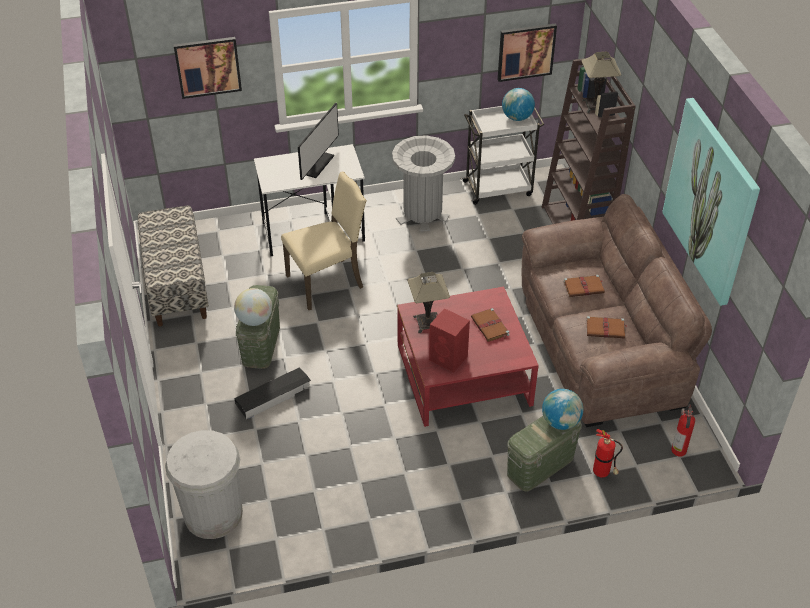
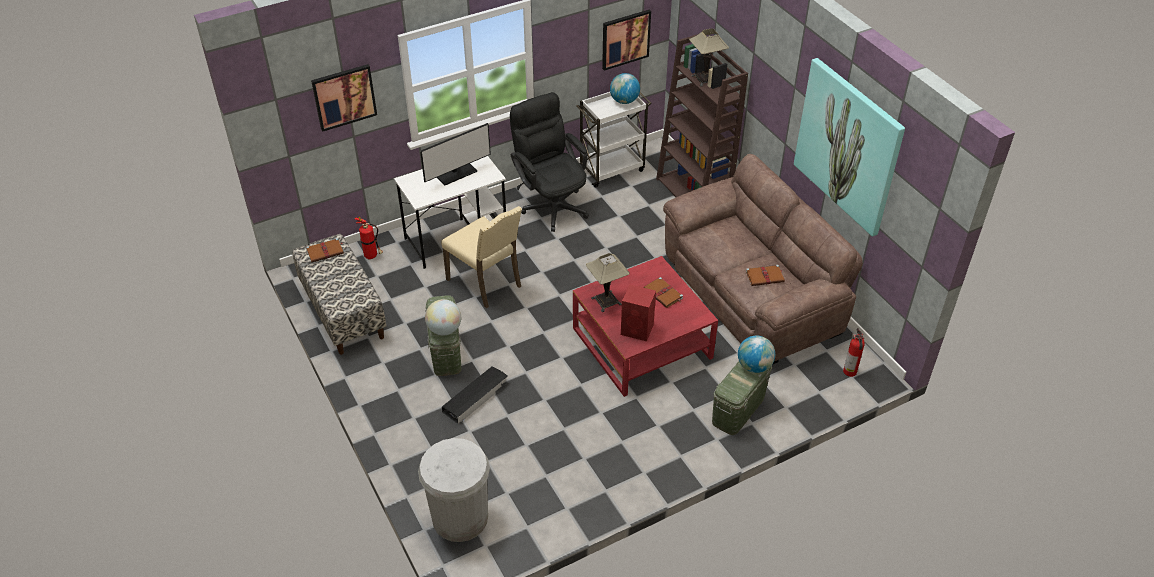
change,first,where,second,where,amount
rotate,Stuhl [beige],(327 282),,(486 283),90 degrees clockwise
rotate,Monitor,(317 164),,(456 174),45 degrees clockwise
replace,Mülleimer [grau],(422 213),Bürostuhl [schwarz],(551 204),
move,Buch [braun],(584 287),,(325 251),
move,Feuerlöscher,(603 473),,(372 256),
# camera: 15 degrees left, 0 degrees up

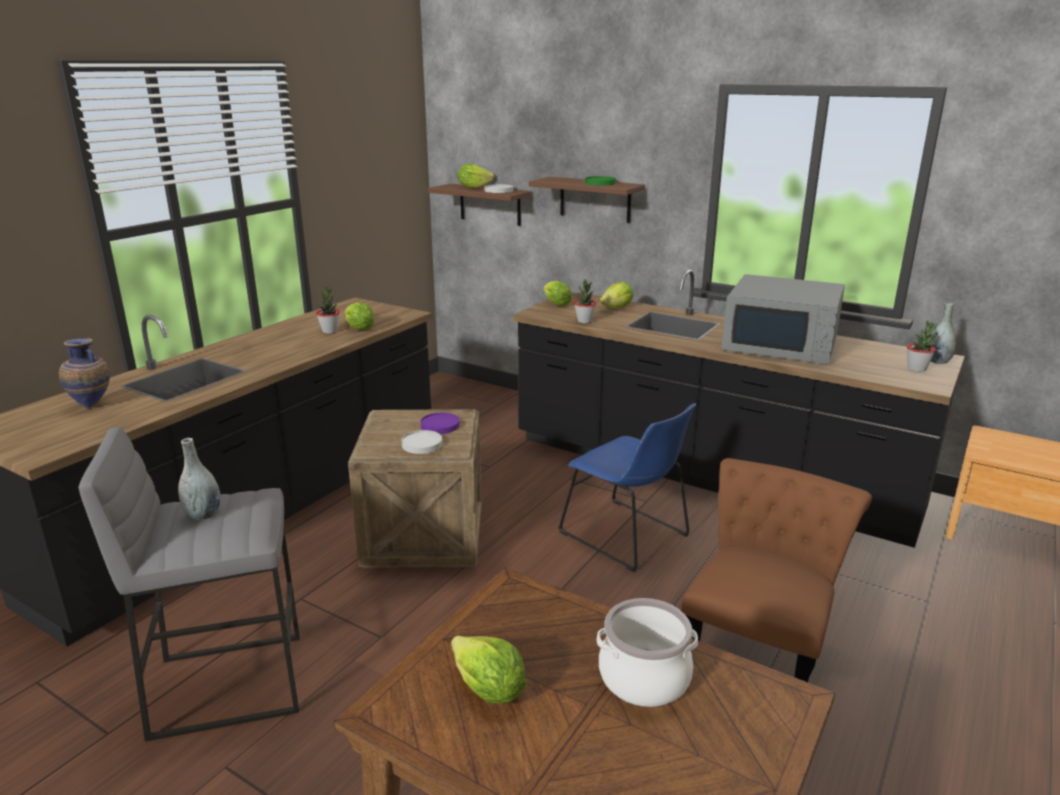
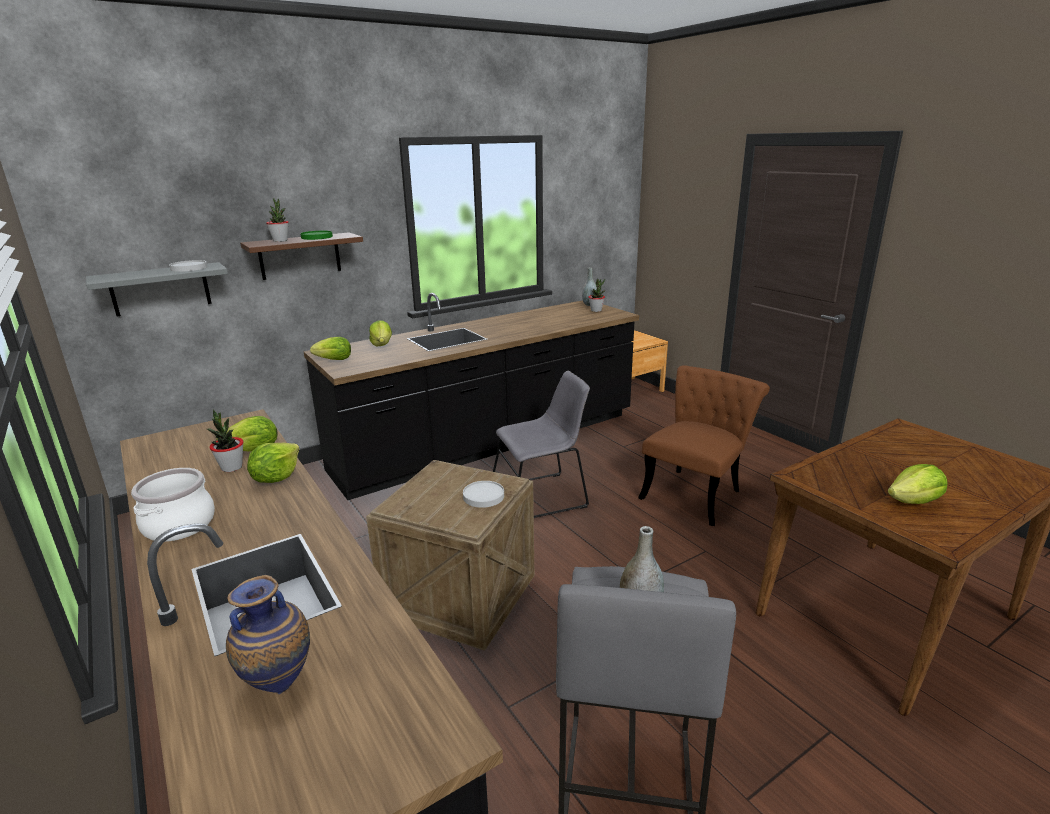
change,first,where,second,where,amount
delete,Teller [lila],(440 425),,,
recolor,Wandregal [braun],(490 204),Wandregal [grau],(160 289),
move,Salatkopf,(474 187),,(276 478),
recolor,Stuhl [blau],(628 536),Stuhl [grau],(542 496),
move,Topfpflanze,(584 321),,(280 240),
move,Kochtopf,(644 677),,(179 525),
rotate,Stuhl [braun],(758 657),,(696 492),75 degrees clockwise
delete,Mikrowelle [grau],(781 344),,,
# camera: 65 degrees left, 0 degrees up

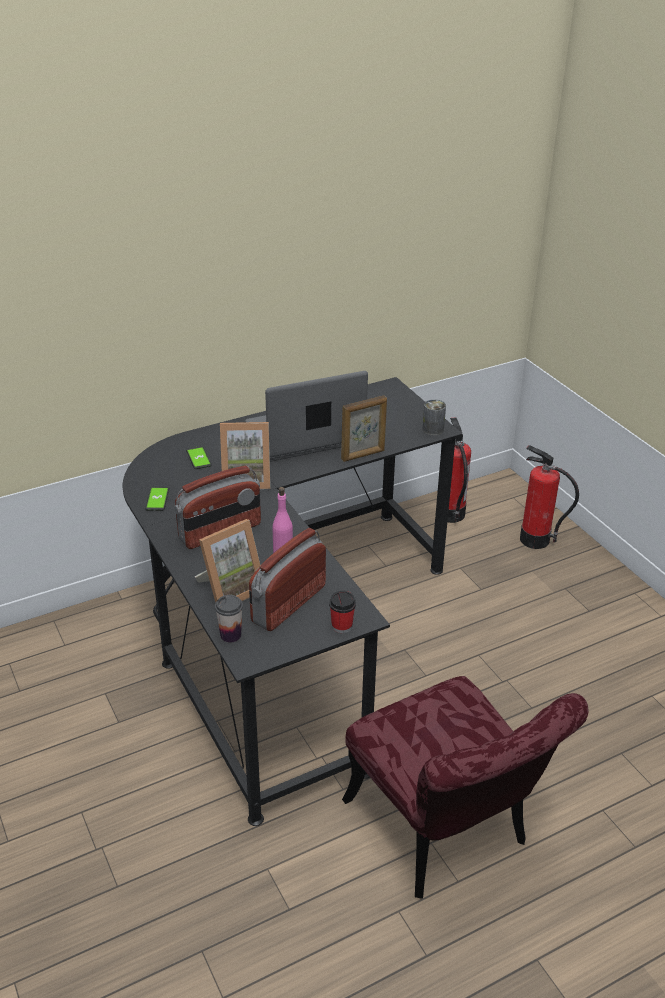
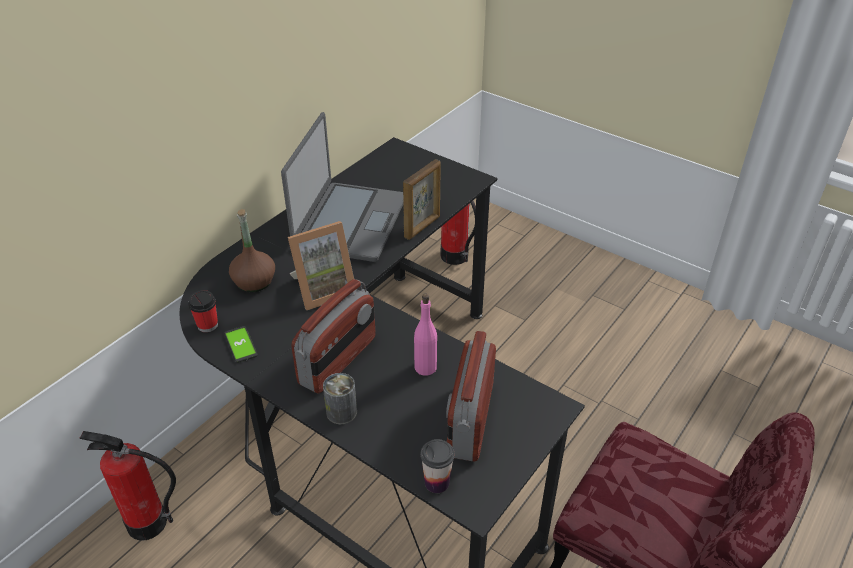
change,first,where,second,where,amount
replace,Handy,(198 458),Flasche [braun],(254 281),
delete,Bilderrahmen,(230 590),,,
rotate,Laptop,(305 435),,(349 222),150 degrees clockwise
move,Tasse,(342 626),,(207 325),
move,Dose,(433 429),,(341 412),
move,Feuerlöscher,(534 540),,(147 523),
# camera: 25 degrees left, 5 degrees up

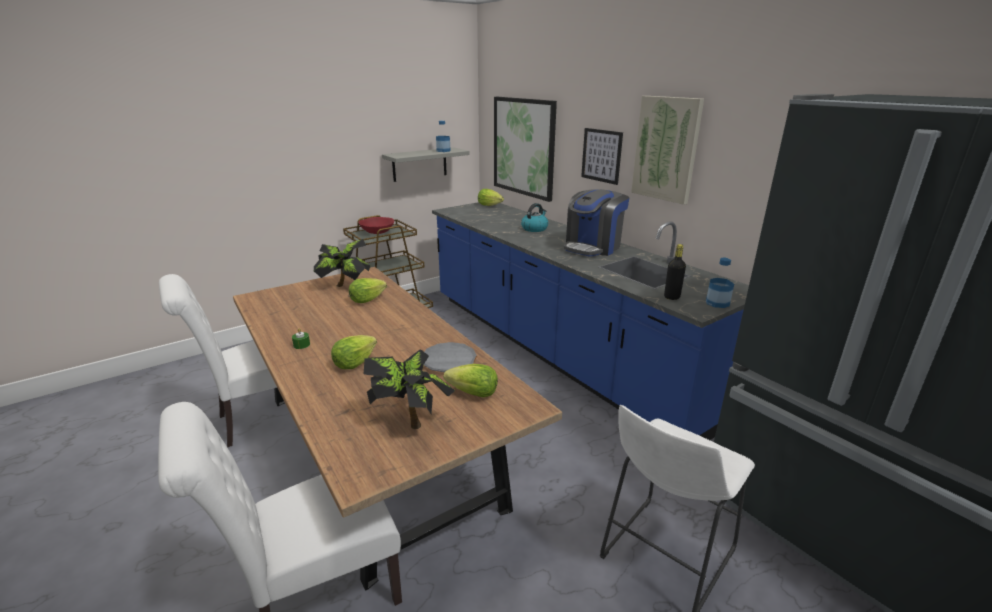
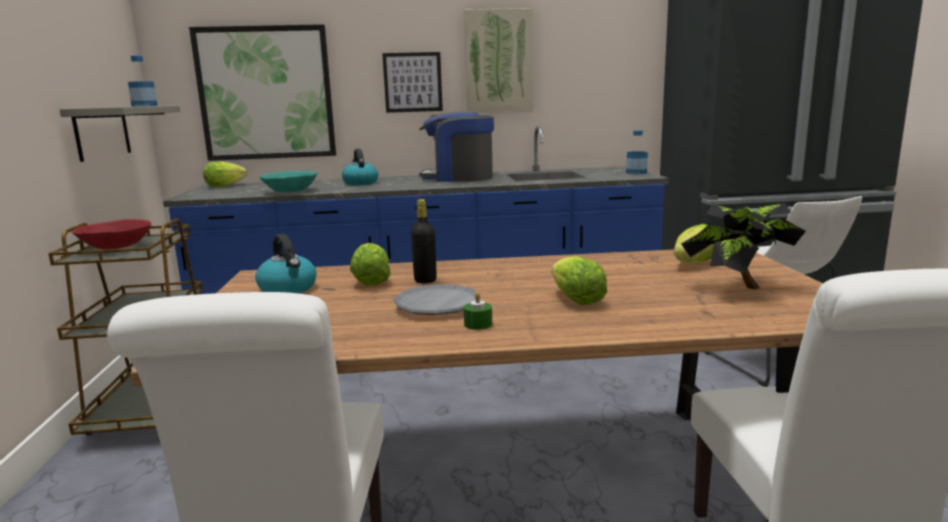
change,first,where,second,where,amount
replace,Topfpflanze,(345 286),Wasserkessel,(288 289),
move,Teller [grau],(448 361),,(437 306),
rotate,Kaffeemaschine,(593 247),,(459 178),120 degrees clockwise
move,Flasche [schwarz],(671 297),,(425 280),
insert,,,Schüssel [türkis],(290 192),
# camera: 60 degrees left, 10 degrees down

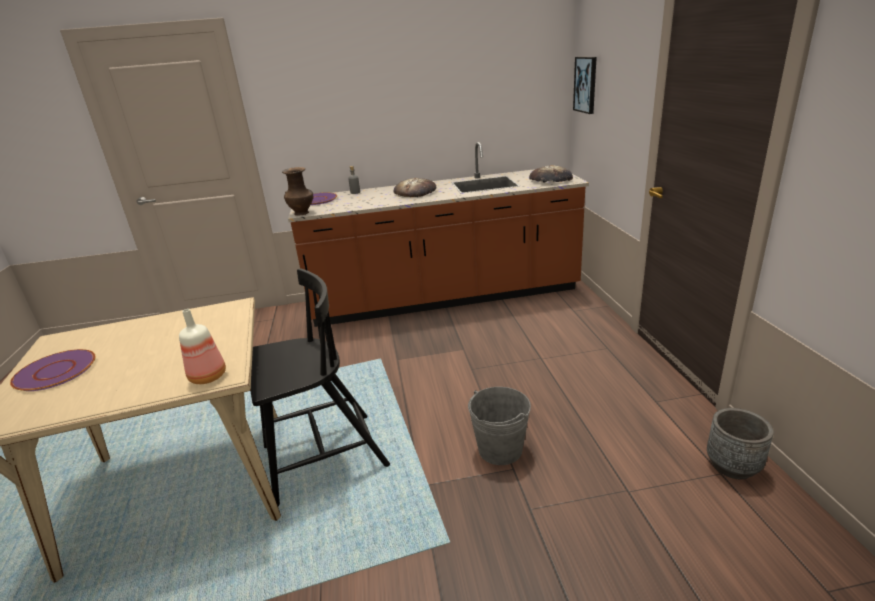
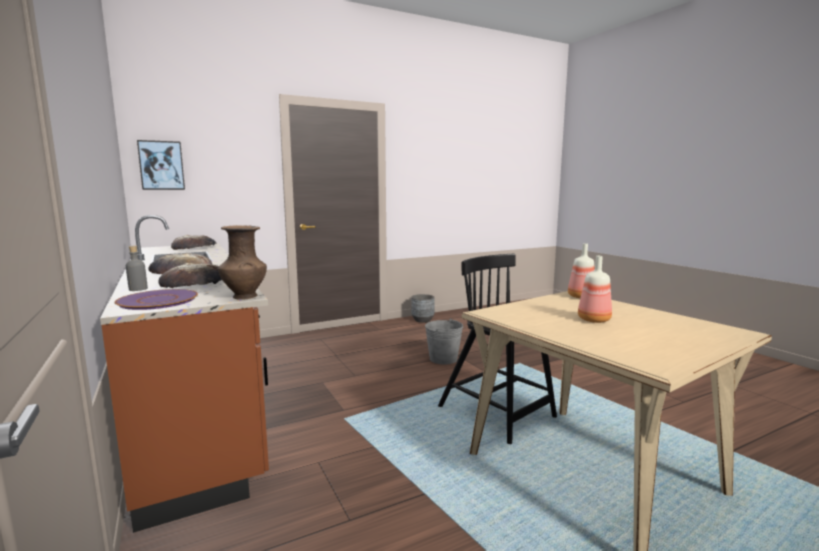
change,first,where,second,where,amount
delete,Teller [lila],(55 371),,,
insert,,,Brot,(197 283),
insert,,,Flasche,(594 320),
# camera: 110 degrees left, 15 degrees down

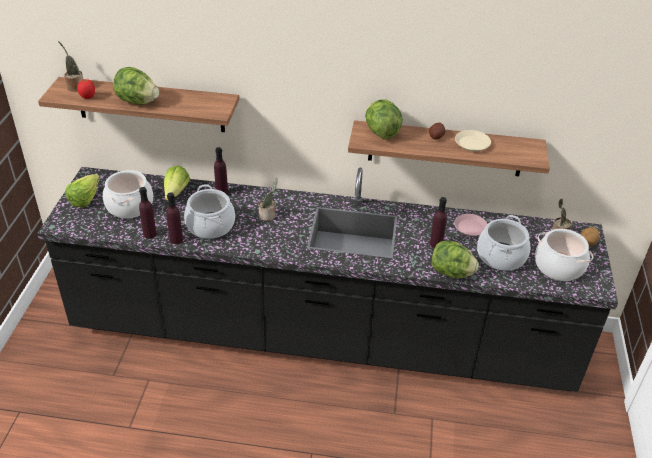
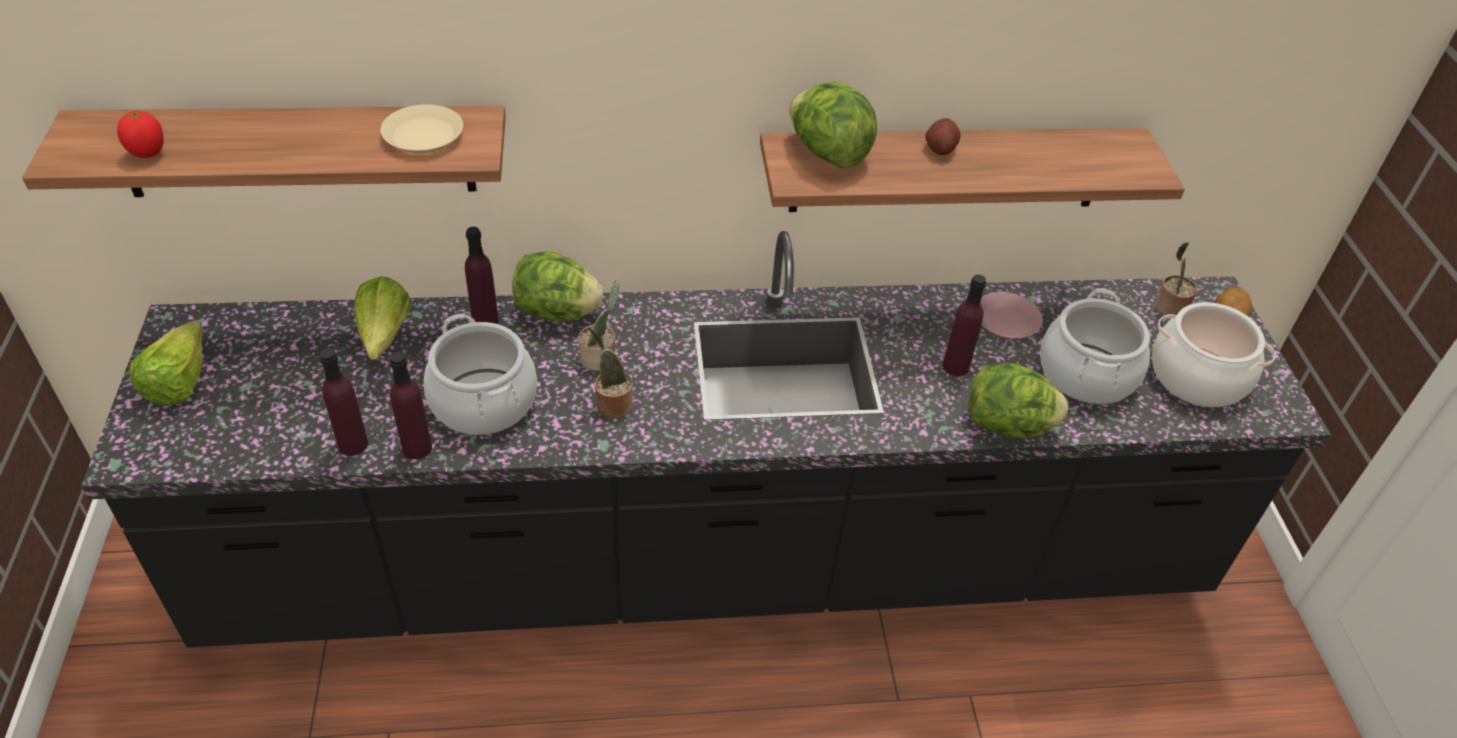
change,first,where,second,where,amount
move,Topfpflanze,(75 86),,(611 404),
delete,Kochtopf,(129 206),,,
move,Salatkopf,(137 102),,(557 312),
move,Teller [beige],(472 144),,(423 136),
# camera: 15 degrees left, 5 degrees up

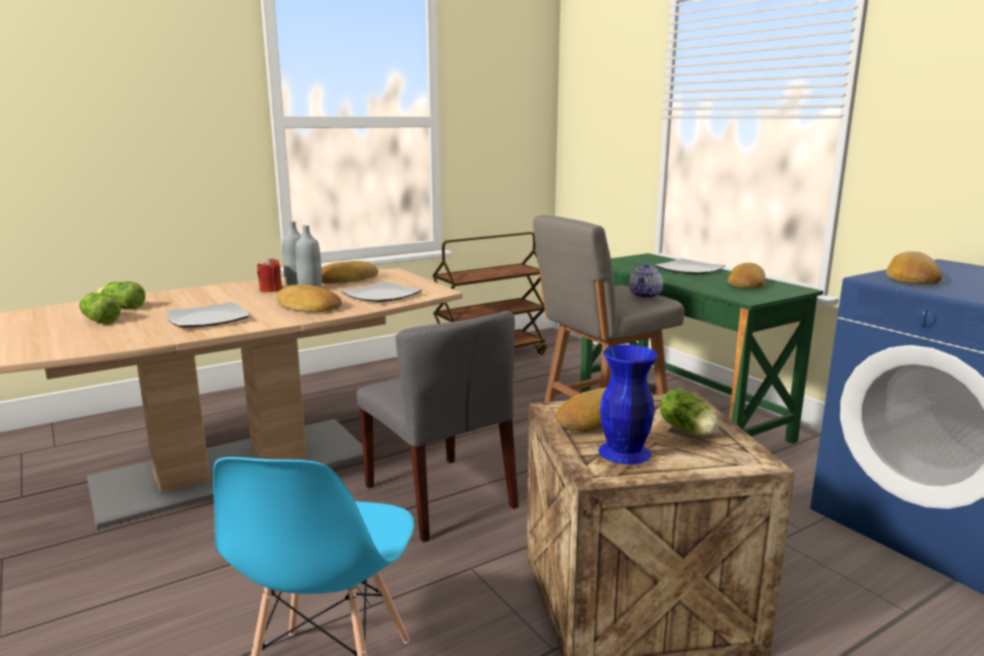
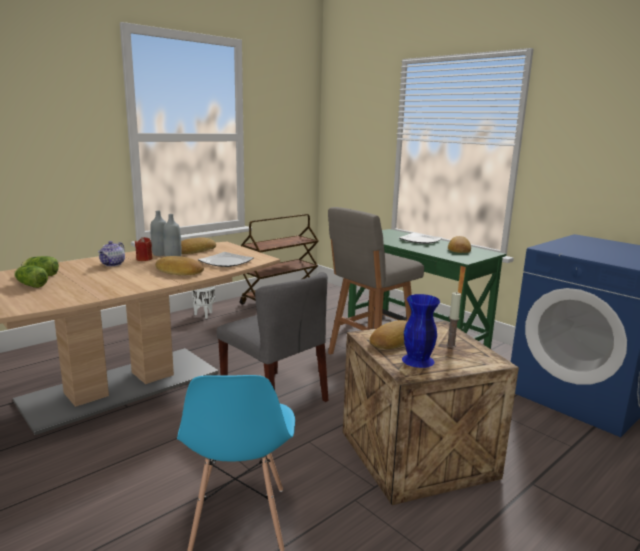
change,first,where,second,where,amount
delete,Teller,(209 319),,,
move,Teekanne,(645 295),,(113 264),
replace,Salatkopf,(689 431),Kerze,(451 345),
delete,Brot,(911 278),,,
insert,,,Pflanzkübel [weiß],(204 315),
# camera: 10 degrees left, 0 degrees up

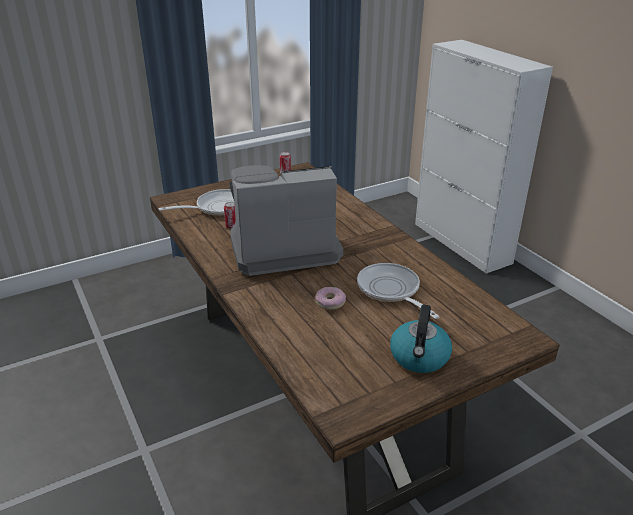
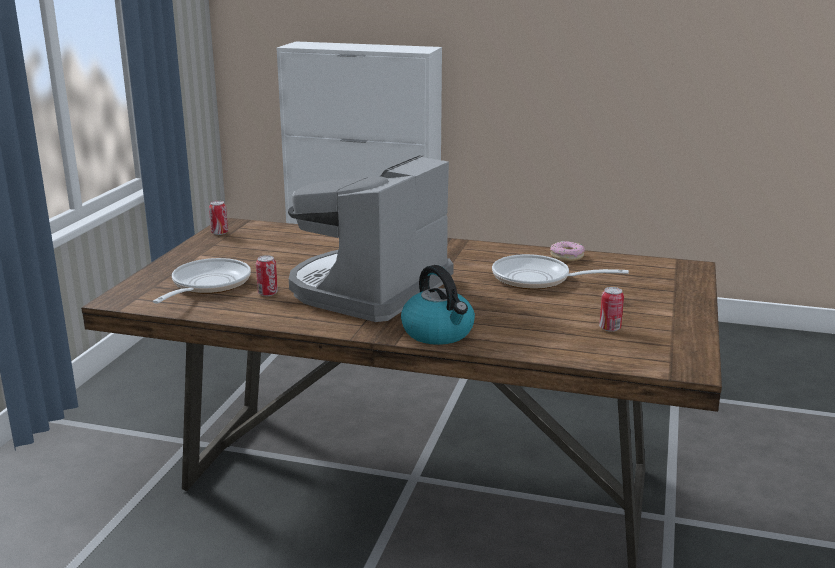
change,first,where,second,where,amount
move,Donut,(330 302),,(567 256),
move,Wasserkessel,(419 357),,(439 333),
insert,,,Dose,(610 328),
# camera: 45 degrees left, 10 degrees down

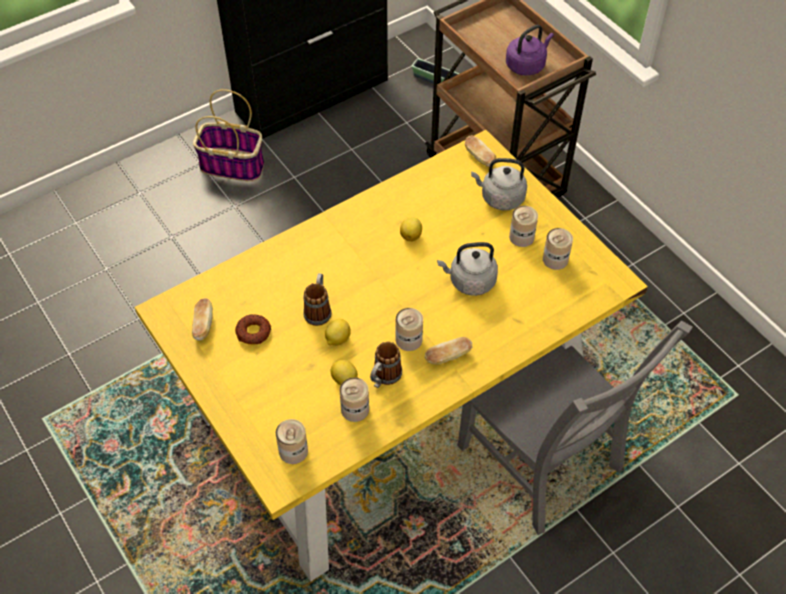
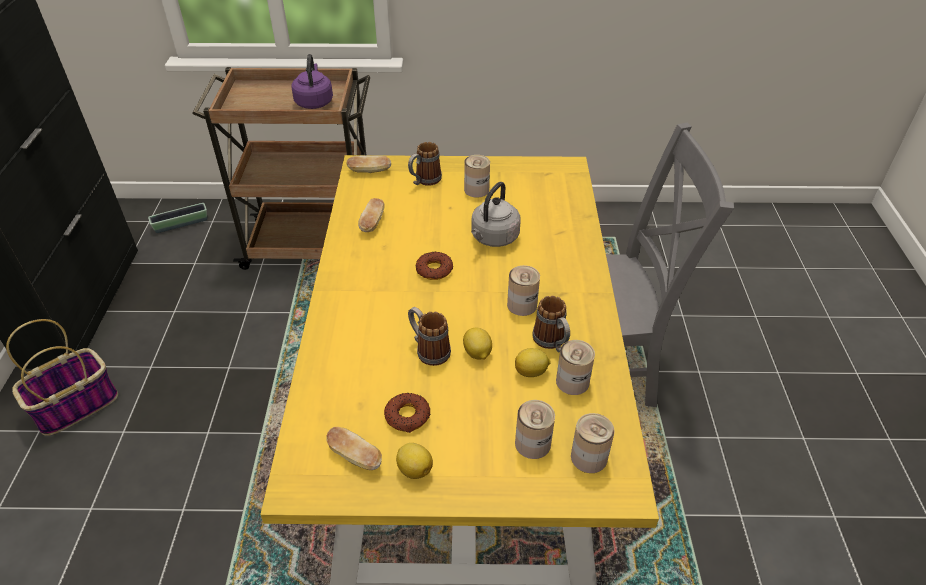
change,first,where,second,where,amount
move,Zitrone,(411 235),,(414 469),
move,Brot,(448 356),,(372 223),
replace,Wasserkessel [grau],(500 198),Henkelbecher,(424 181),
move,Dose,(555 259),,(532 443),
insert,,,Donut,(434 269),
# camera: 55 degrees left, 10 degrees down

